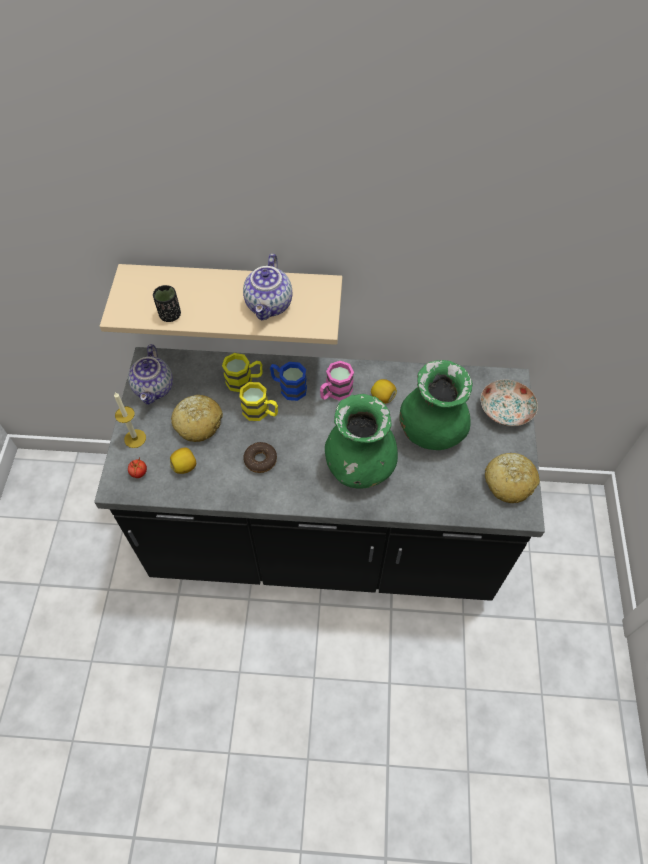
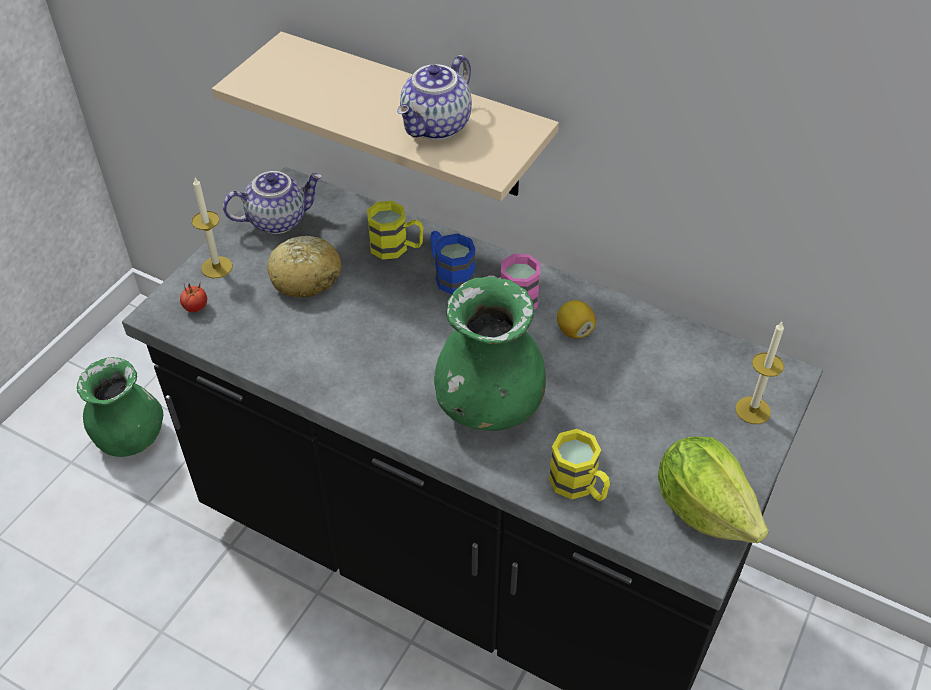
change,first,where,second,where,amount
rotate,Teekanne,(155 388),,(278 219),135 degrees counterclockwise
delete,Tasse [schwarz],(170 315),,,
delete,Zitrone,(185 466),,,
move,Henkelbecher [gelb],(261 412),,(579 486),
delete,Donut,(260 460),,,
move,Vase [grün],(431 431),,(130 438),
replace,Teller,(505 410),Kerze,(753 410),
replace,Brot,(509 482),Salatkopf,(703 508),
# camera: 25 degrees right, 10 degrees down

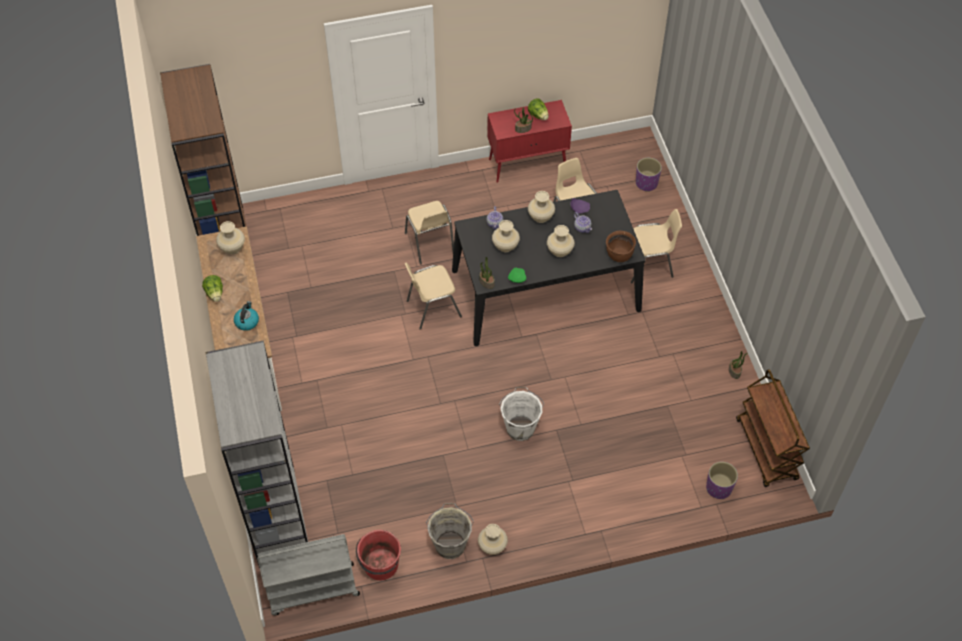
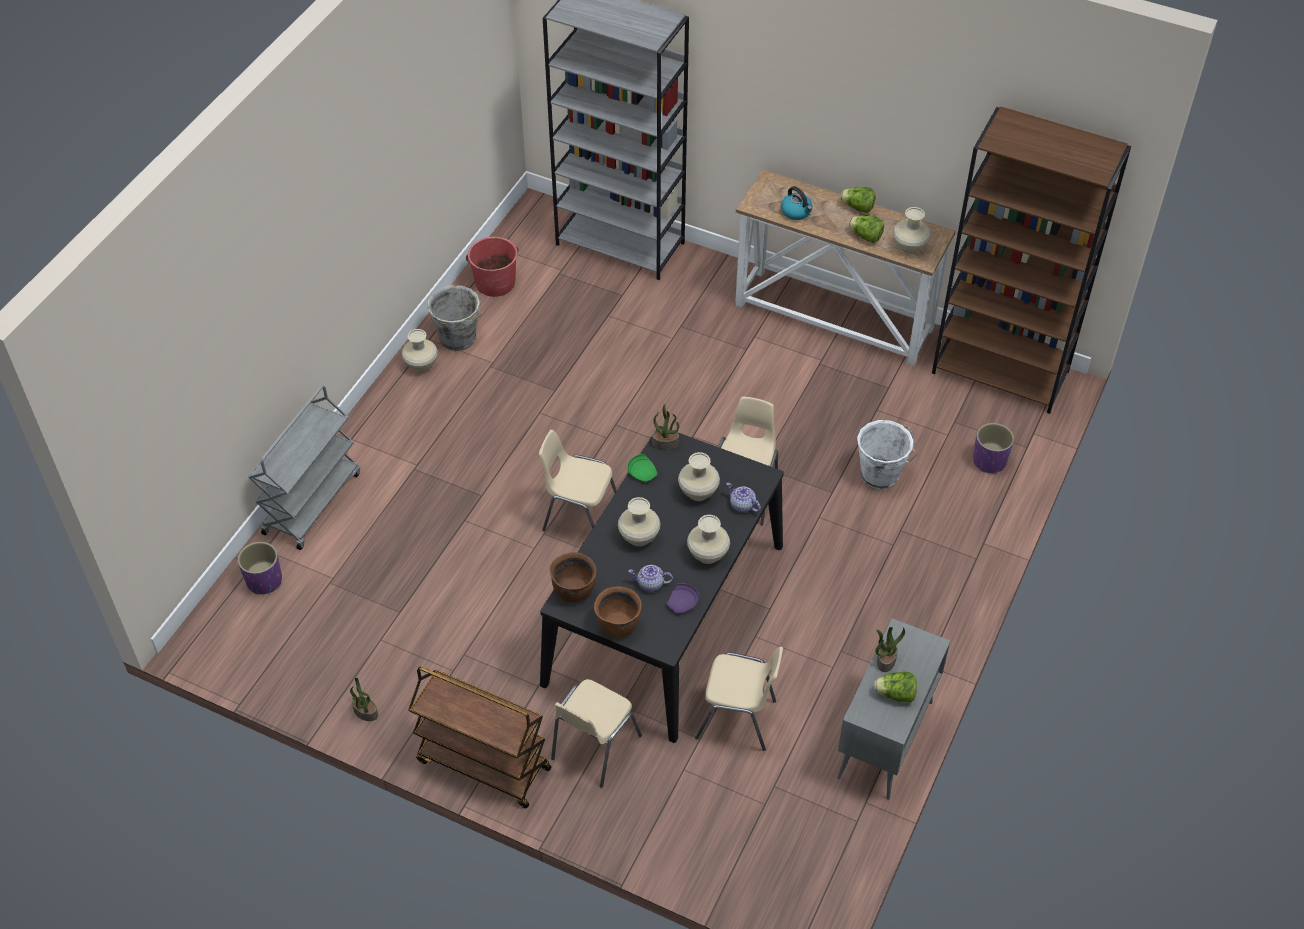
change,first,where,second,where,amount
move,Rollwagen [grau],(312 590),,(312 502),
move,Stuhl [beige],(430 244),,(580 517),
recolor,Schrank [rot],(528 164),Schrank [grau],(885 741),
move,Eimer [weiß],(520 427),,(881 476),
move,Pflanzkübel [lila],(646 183),,(989 461),
move,Rollwagen [braun],(766 450),,(482 765),
insert,,,Kochtopf [braun],(618 624),
insert,,,Salatkopf,(866 236),
# camera: 130 degrees right, 5 degrees down

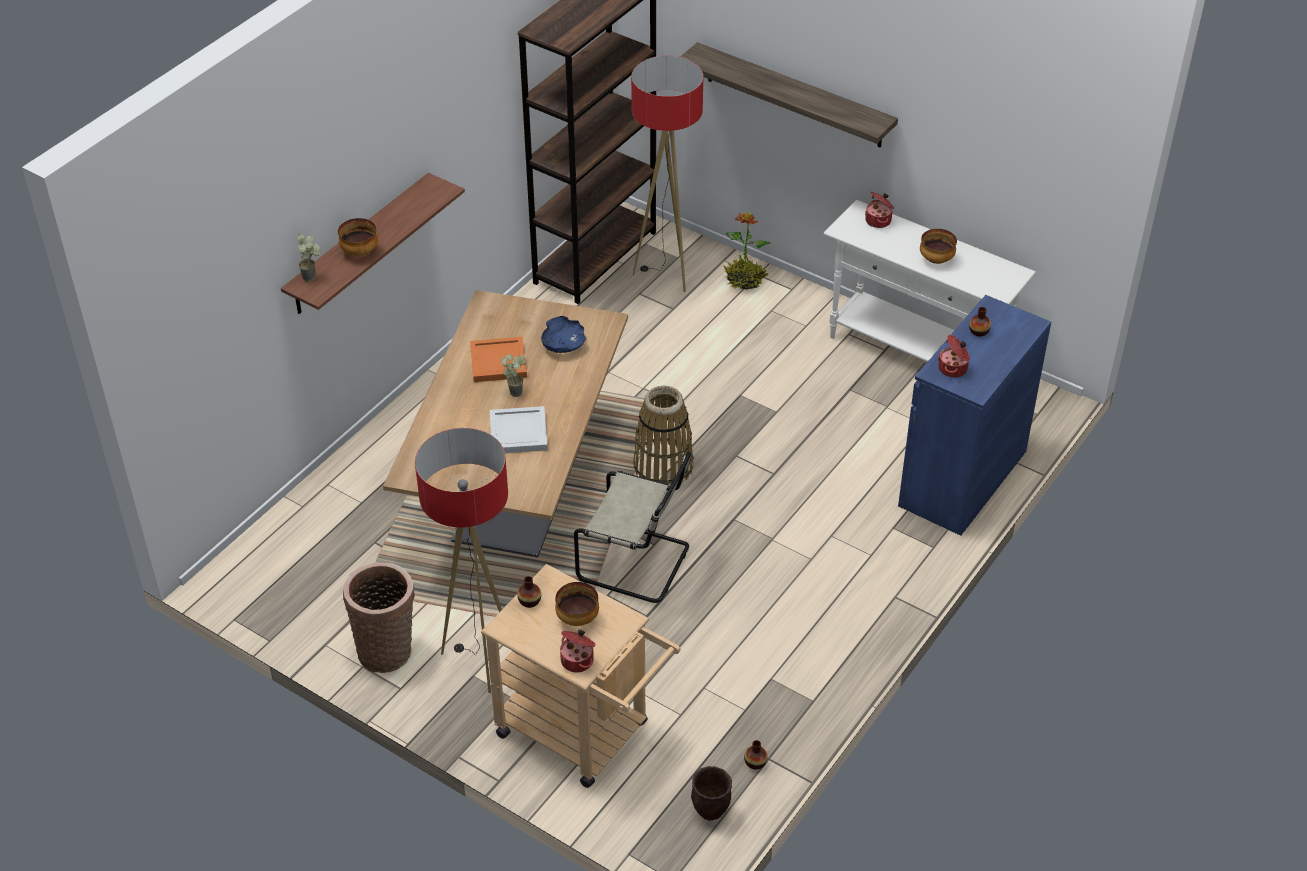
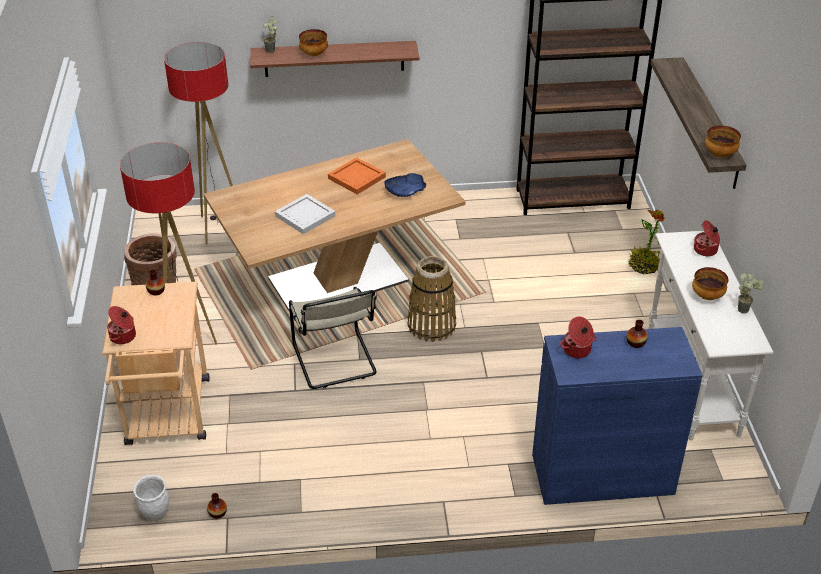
change,first,where,second,where,amount
move,Topfpflanze,(516 390),,(745 309),
move,Schüssel,(577 618),,(719 154),
move,Stehlampe,(665 273),,(217 228),
recolor,Pflanzkübel [braun],(710 811),Pflanzkübel [weiß],(155 514),
# camera: 50 degrees right, 5 degrees down

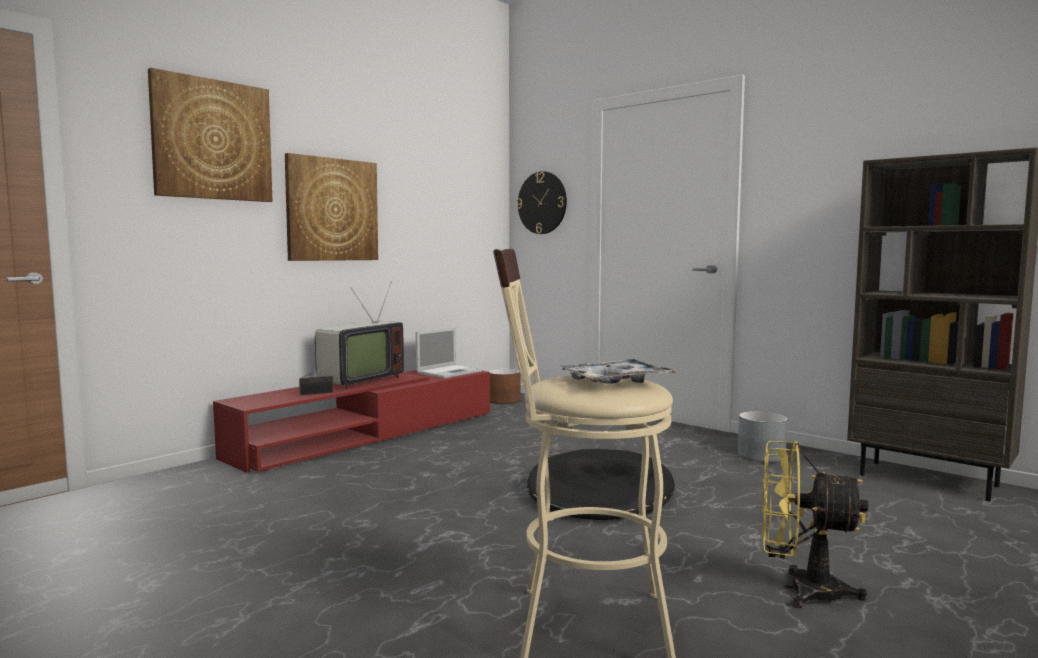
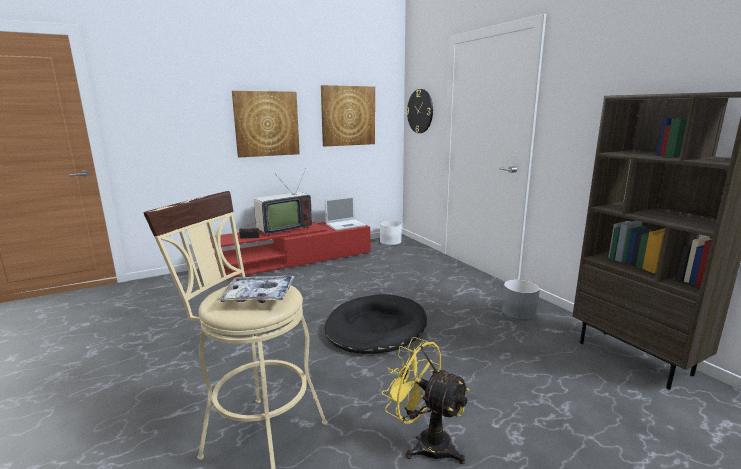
change,first,where,second,where,amount
move,Bild,(212 140),,(348 116),
recolor,Pflanzkübel [braun],(503 400),Pflanzkübel [weiß],(390 242),
# camera: 20 degrees right, 10 degrees up

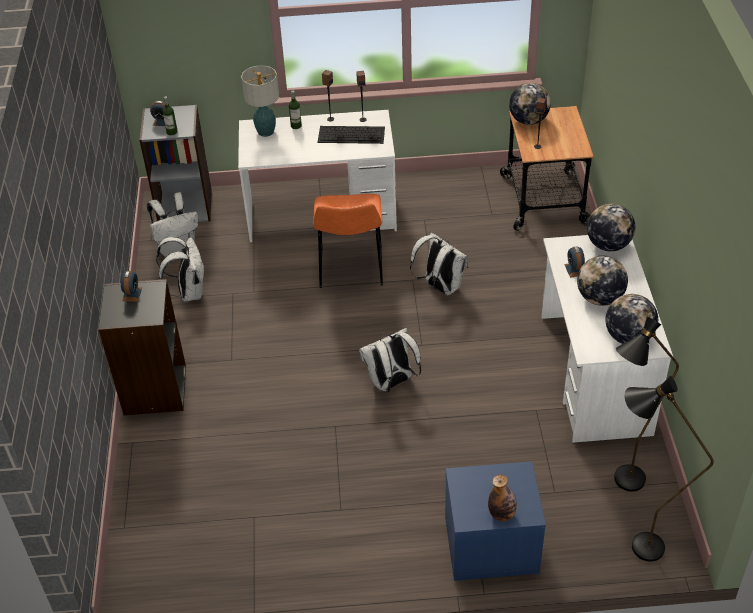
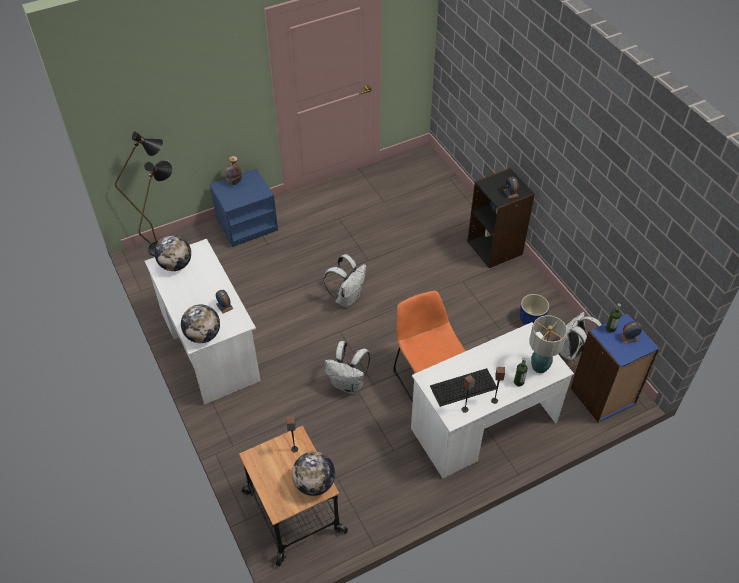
change,first,where,second,where,amount
recolor,Bücherregal [grau],(185 206),Bücherregal [blau],(603 396),
replace,Rucksack [weiß],(189 292),Pflanzkübel [blau],(532 320),
delete,Globus,(599 298),,,
# camera: 155 degrees right, 5 degrees up

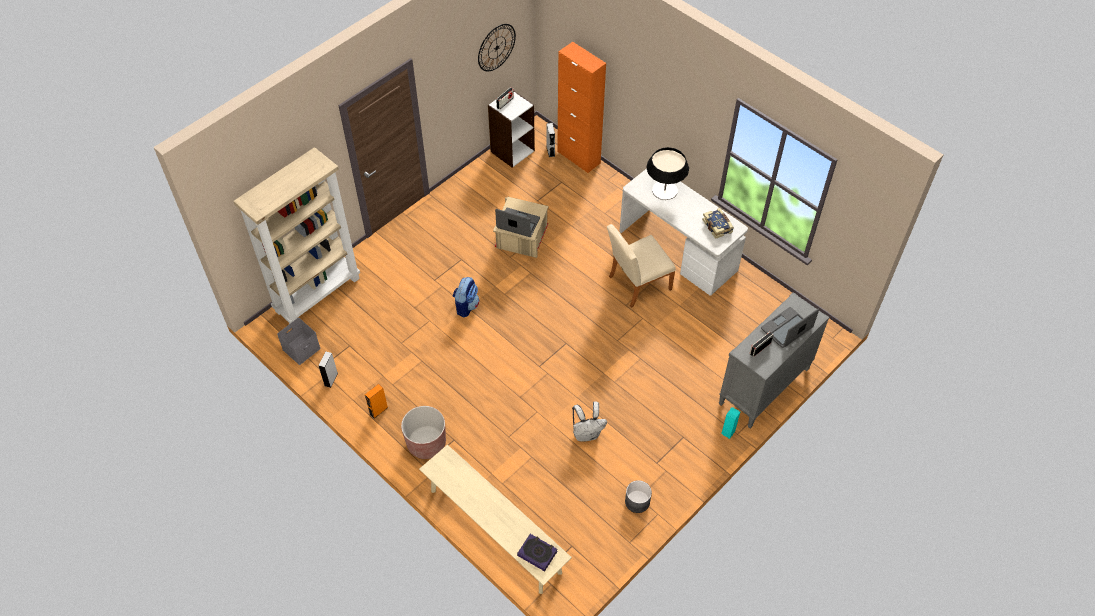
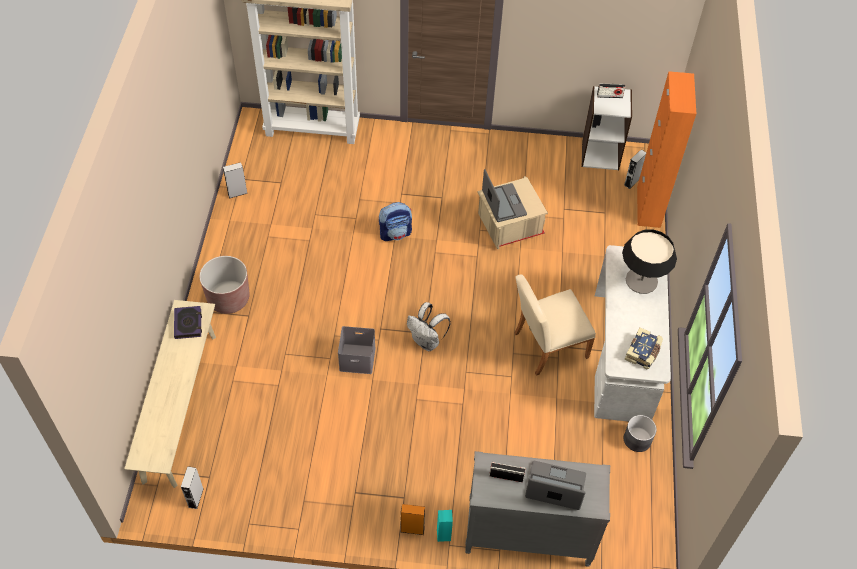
change,first,where,second,where,amount
move,Aufbewahrungsbox [grau],(301 348),,(358 358),
move,Lautsprecher [orange],(378 411),,(412 529),
delete,Wanduhr,(496 47),,,
move,Buch,(537 553),,(188 324),
move,Rucksack [weiß],(587 434),,(427 341),
rotate,Stuhl [beige],(636 284),,(546 346),45 degrees counterclockwise
move,Pflanzkübel [grau],(637 501),,(637 439),
insert,,,Lautsprecher [grau],(196 497),
# camera: 50 degrees right, 0 degrees up

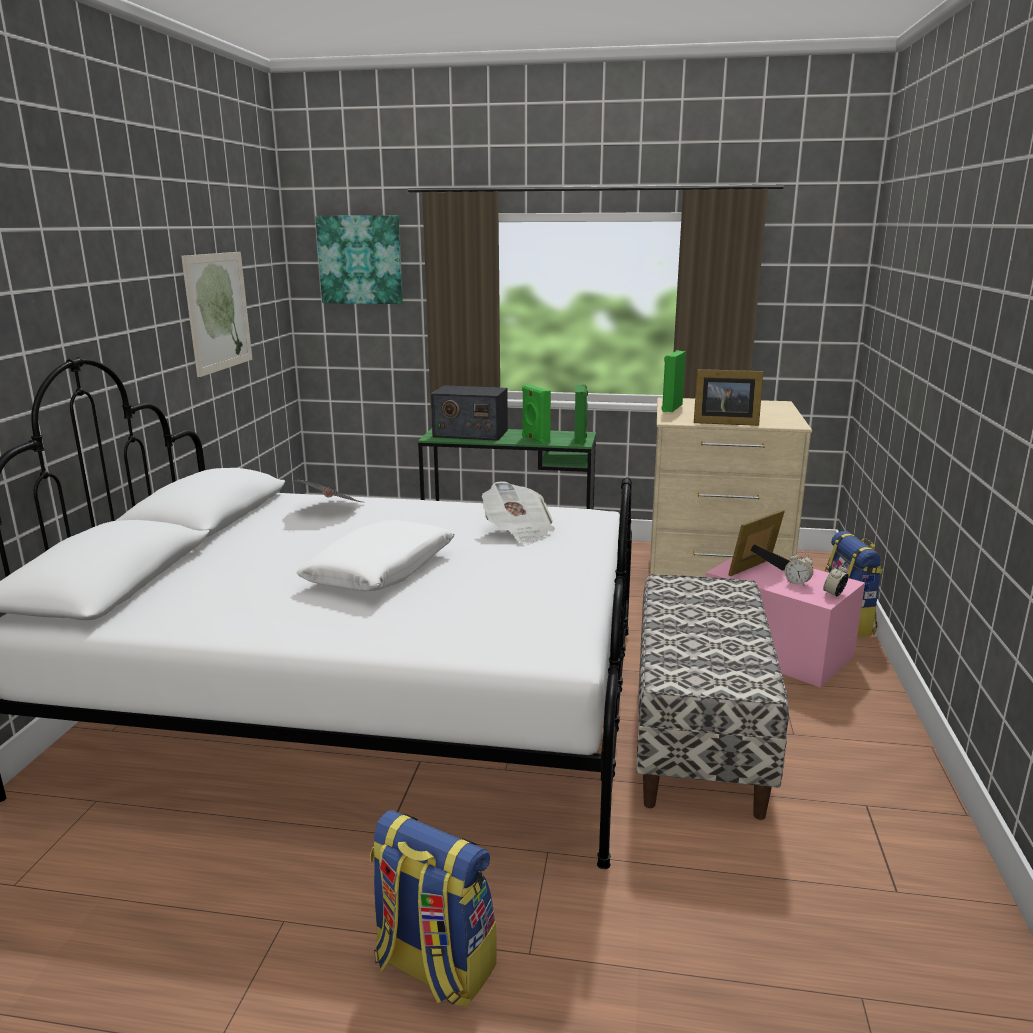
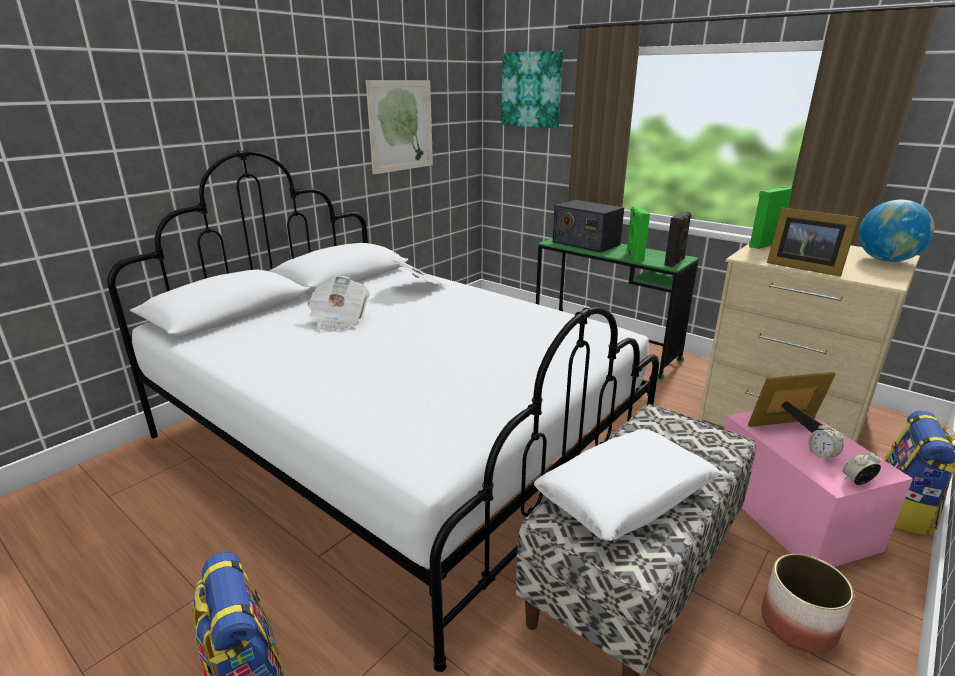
change,first,where,second,where,amount
move,Kissen [weiß],(381 571),,(626 495),
move,Zeitung,(518 531),,(339 320),
recolor,Lautsprecher [grün],(580 439),Lautsprecher [schwarz],(675 262),
insert,,,Pflanzkübel,(798 625),
insert,,,Globus,(886 260),
# camera: 30 degrees right, 5 degrees up

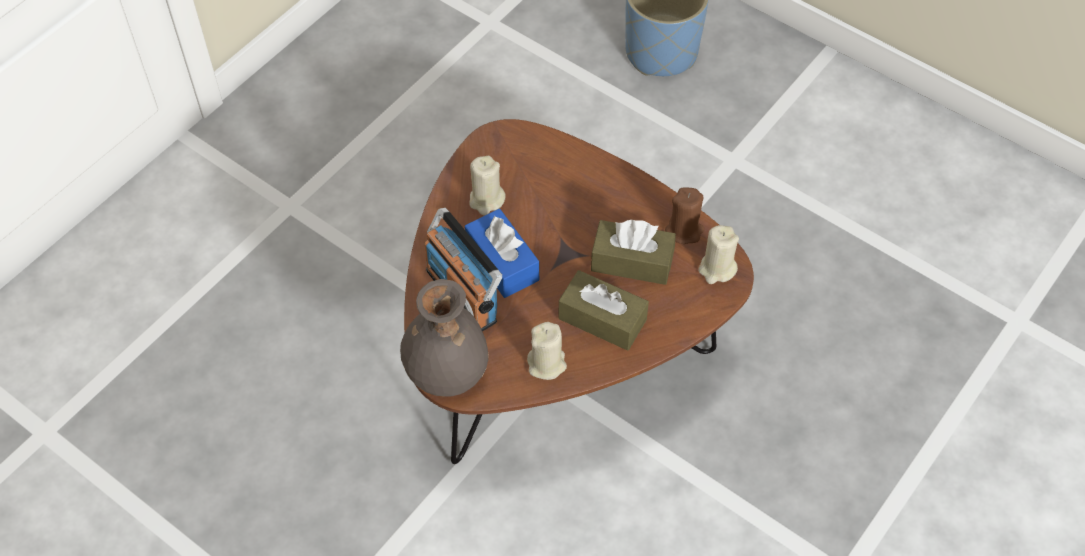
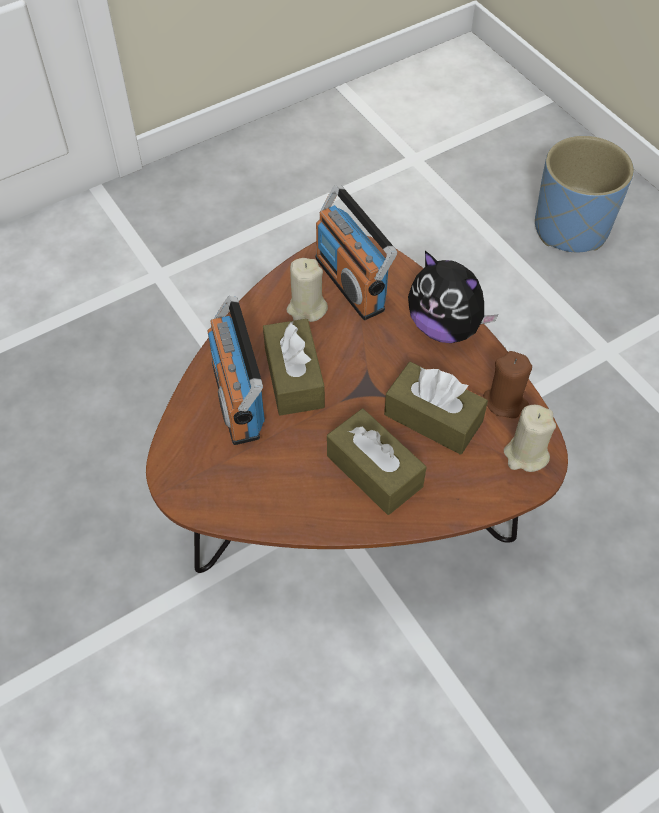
change,first,where,second,where,amount
delete,Vase [grau],(446 373),,,
recolor,Taschentuchbox [blau],(502 262),Taschentuchbox [braun],(294 377),
delete,Kerze [beige],(547 364),,,
insert,,,Radio,(351 283),
insert,,,Plüschtier,(445 327),
# camera: 20 degrees right, 0 degrees up

